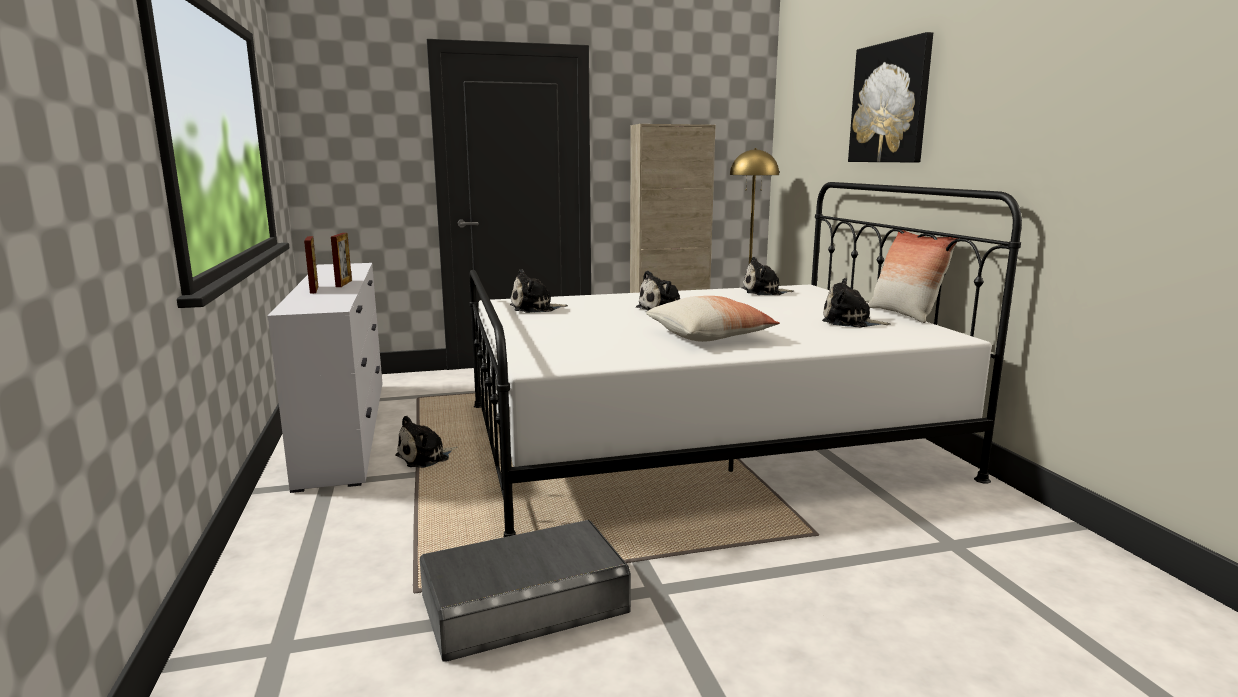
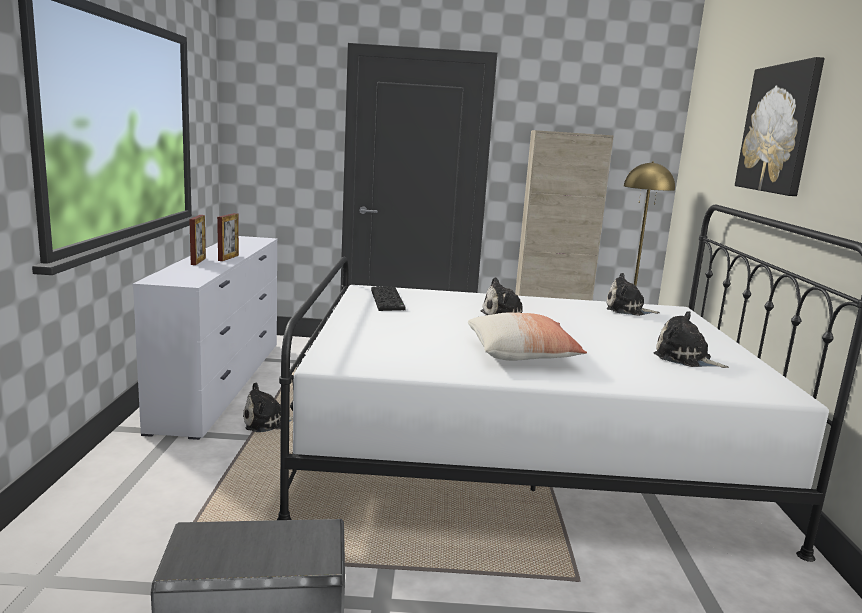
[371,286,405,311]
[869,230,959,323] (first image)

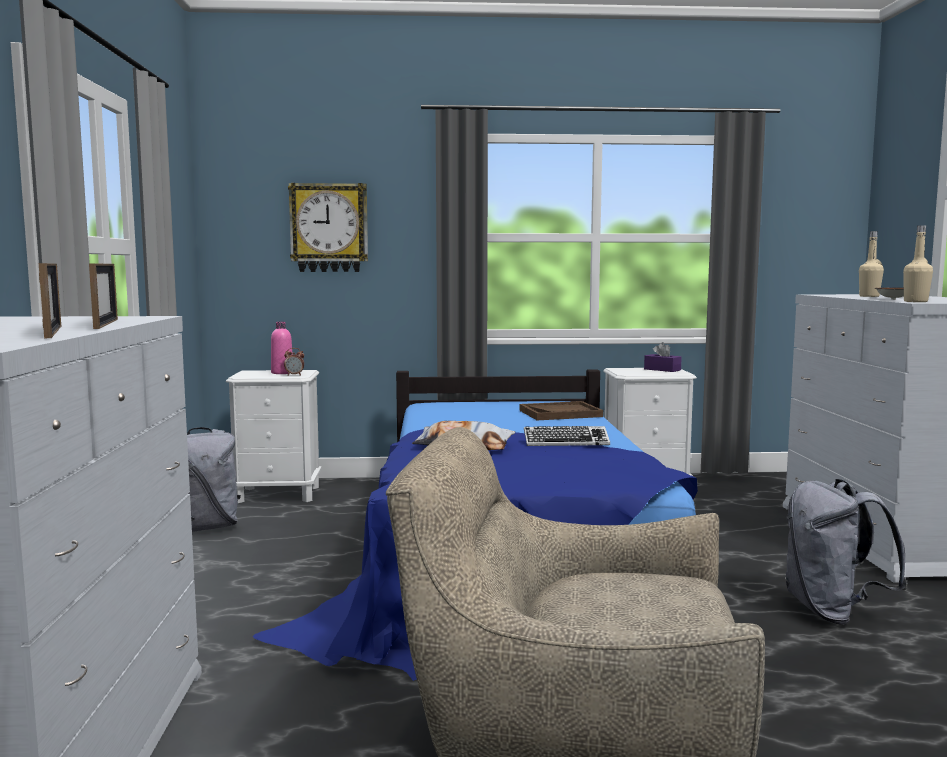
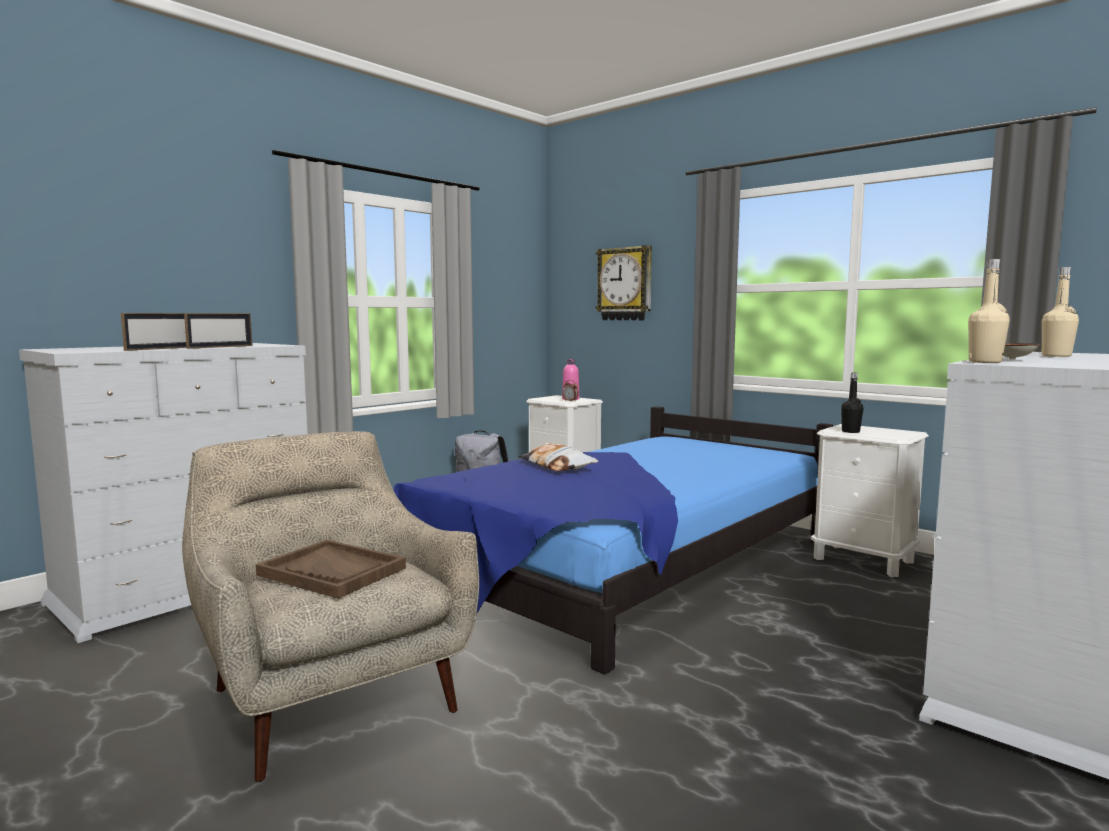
[256,540,406,599]
[524,426,610,446] (first image)
[644,342,682,372] (first image)
[785,479,908,625] (first image)
[841,373,863,433]

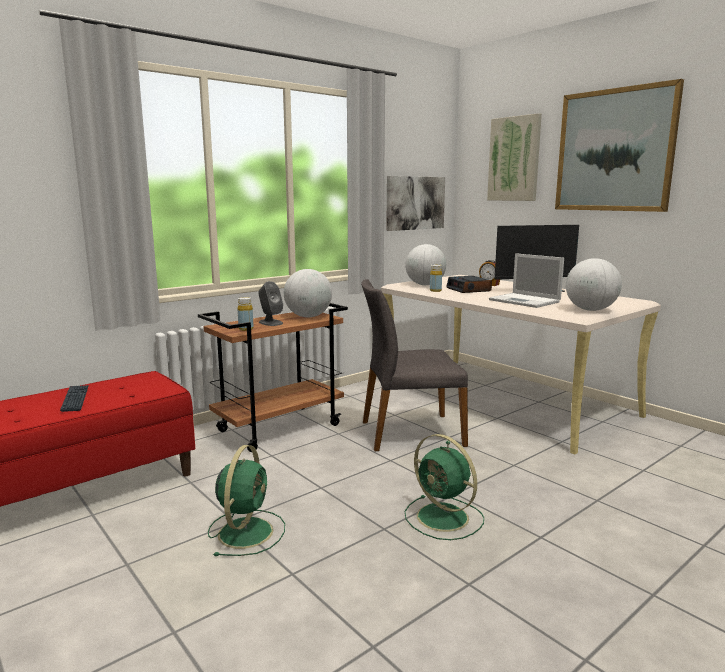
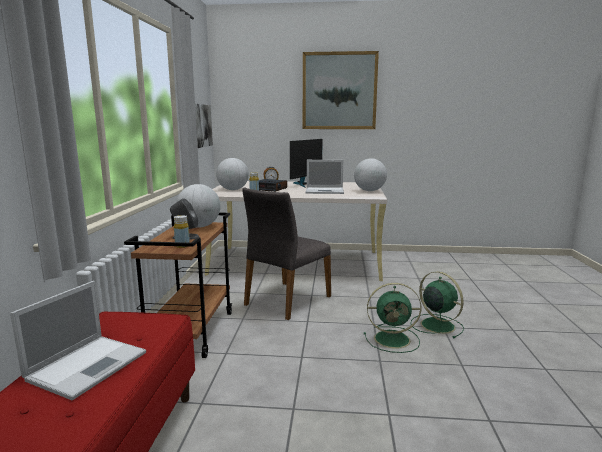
[10,281,146,400]
[410,271,464,339]
[487,113,542,201] (first image)

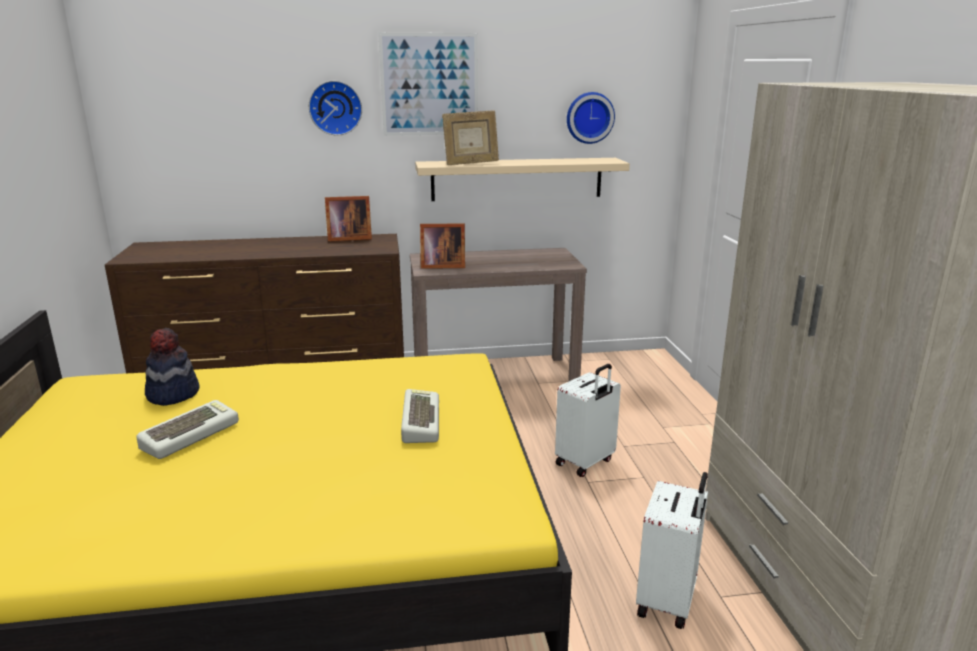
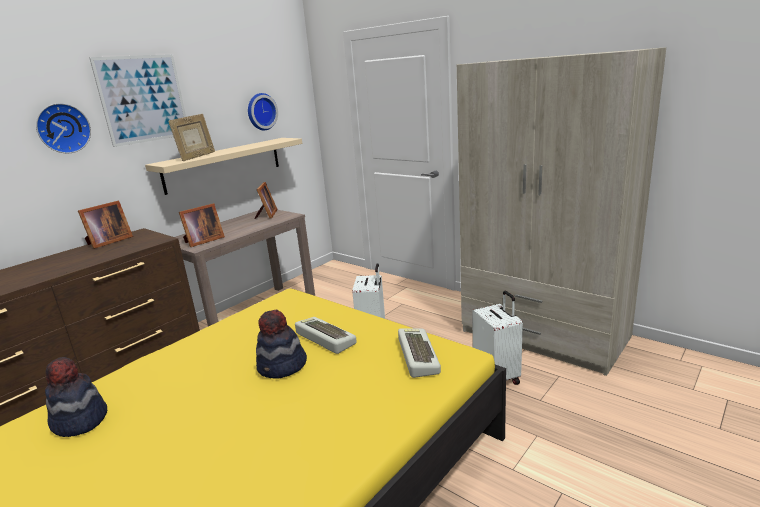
[398,328,441,378]
[255,182,278,219]
[256,309,307,379]

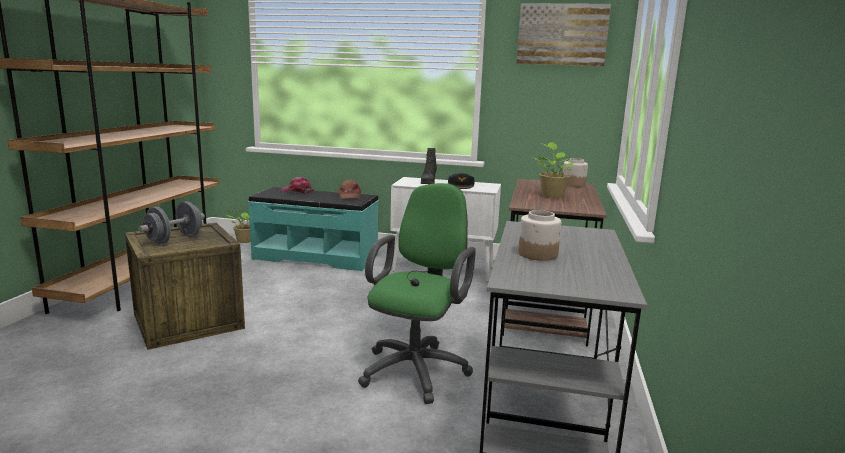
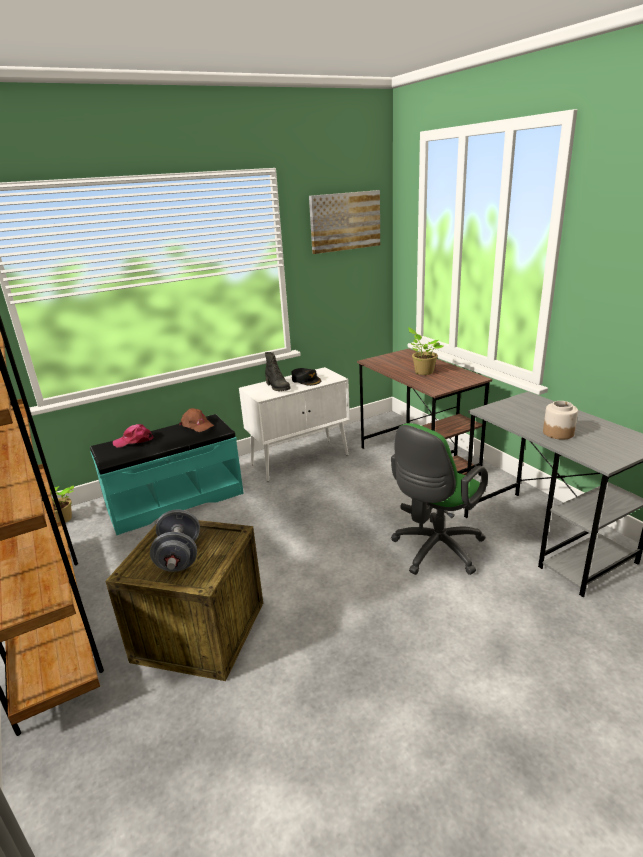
[391,423,488,575]
[563,158,588,187] (first image)

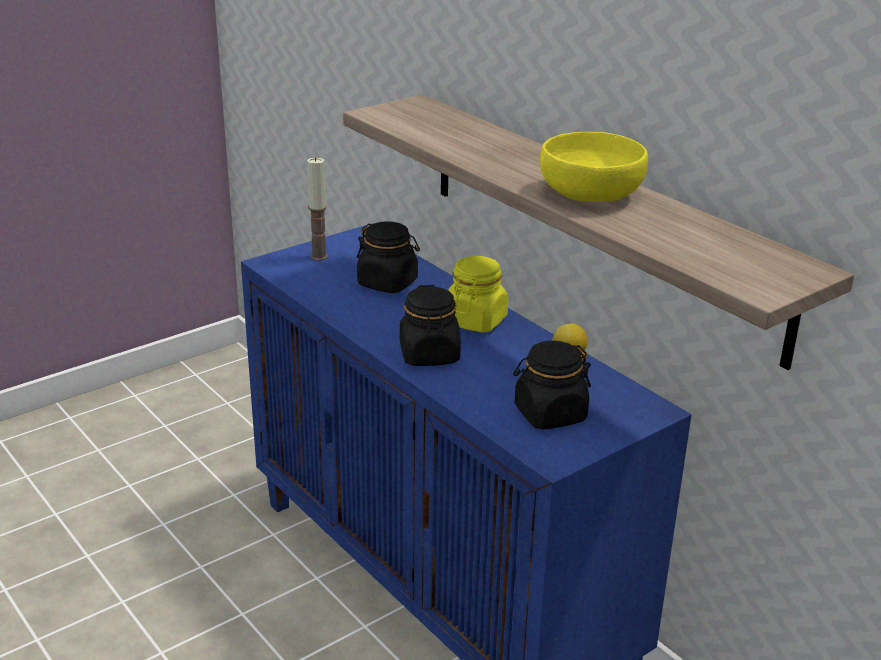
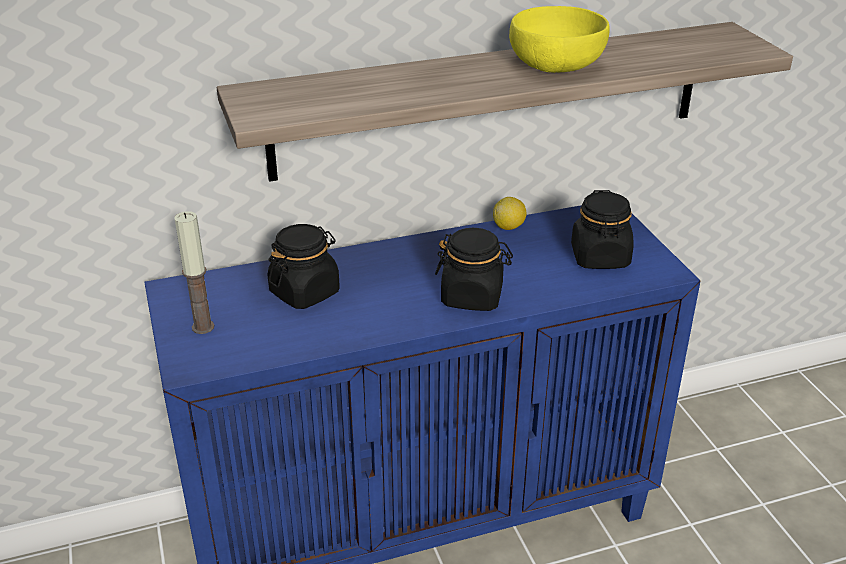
[448,256,508,333] (first image)

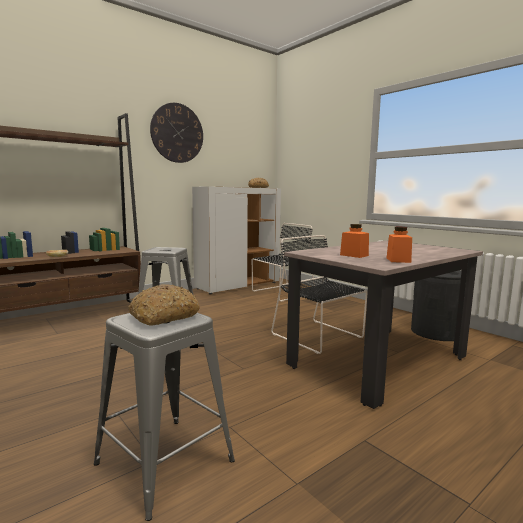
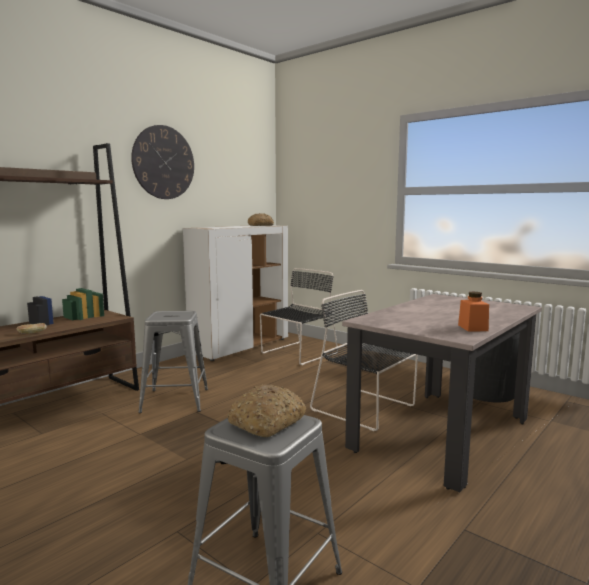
[340,224,369,258] (first image)

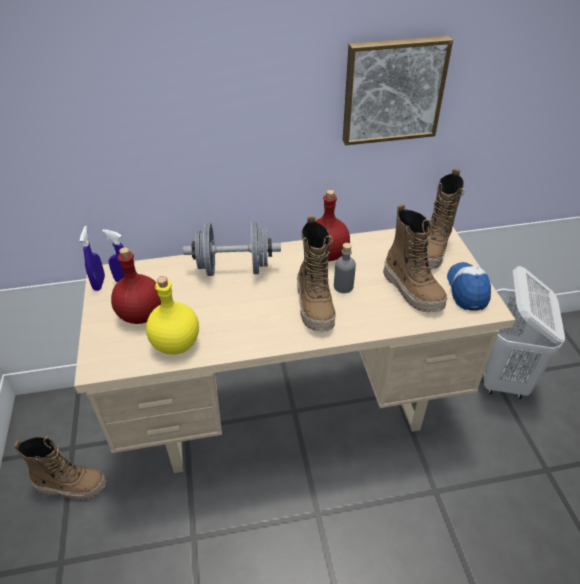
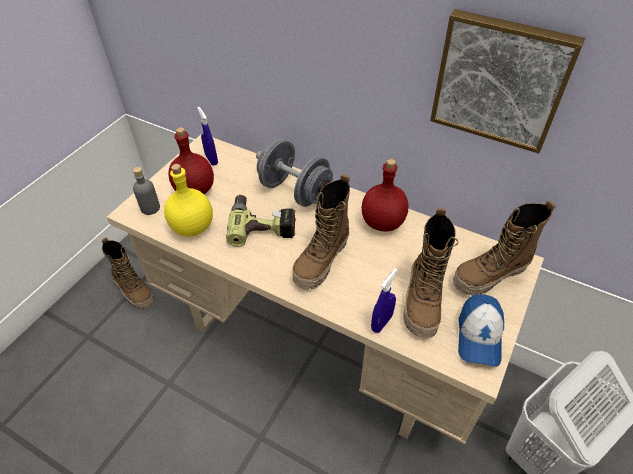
[371,268,398,333]
[133,167,160,215]
[458,294,504,367]
[226,195,296,247]

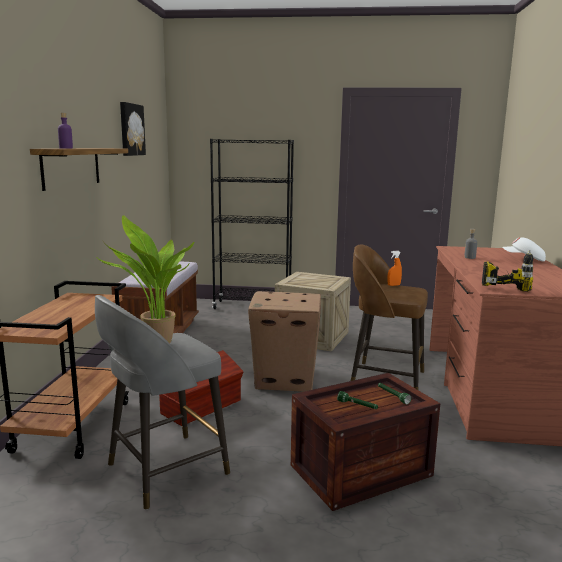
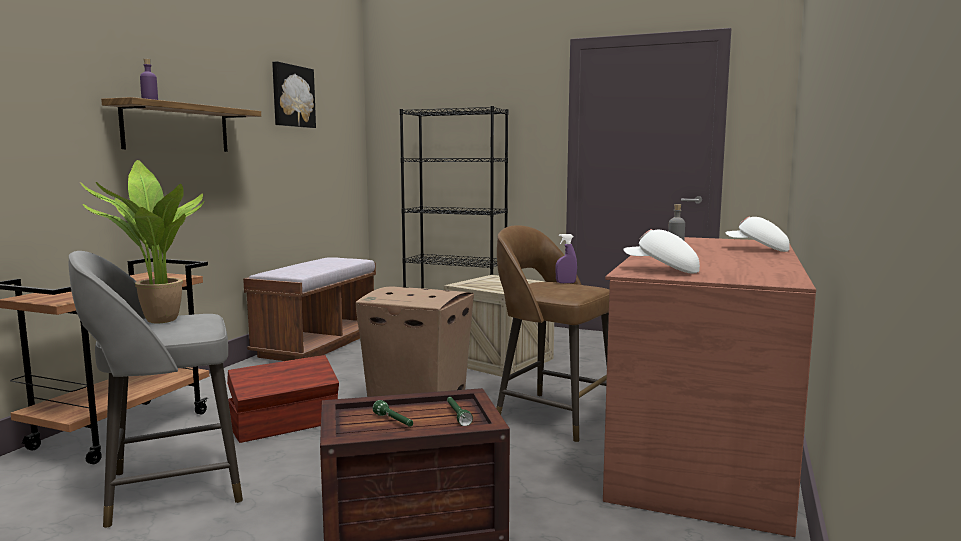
[555,234,577,283]
[623,229,700,273]

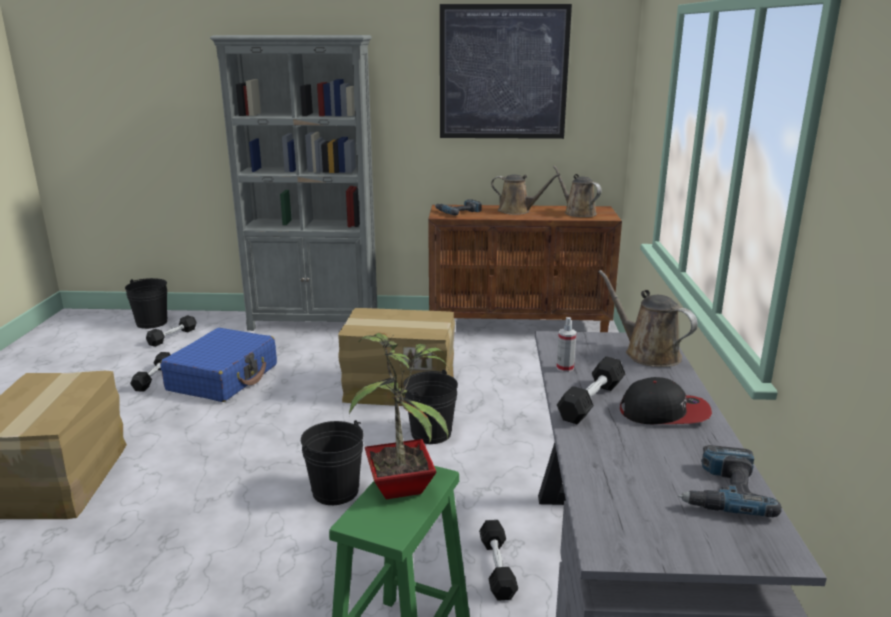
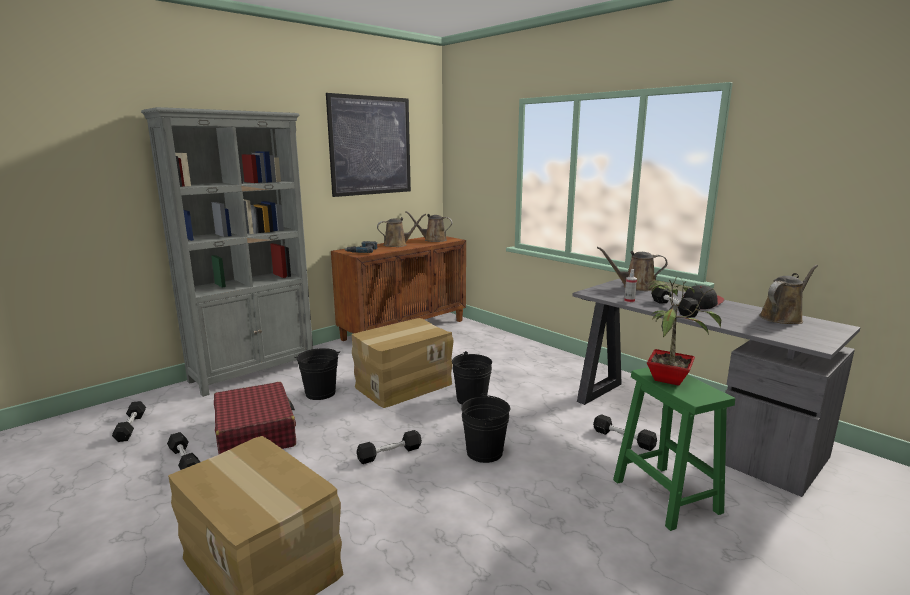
[294,348,340,400]
[214,382,296,454]
[759,265,818,324]
[357,430,422,464]

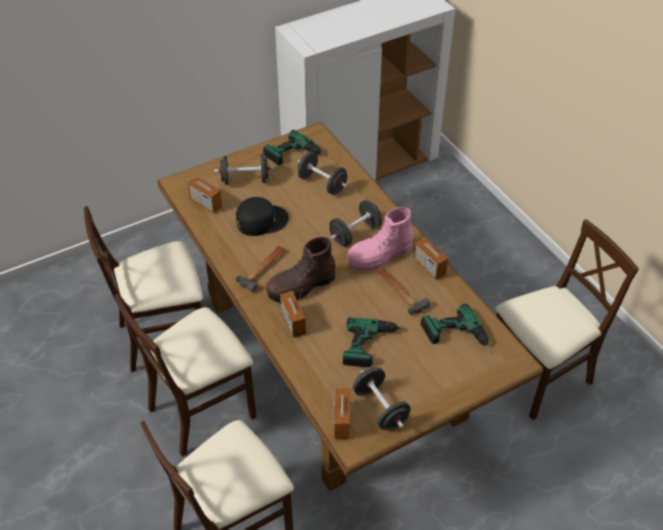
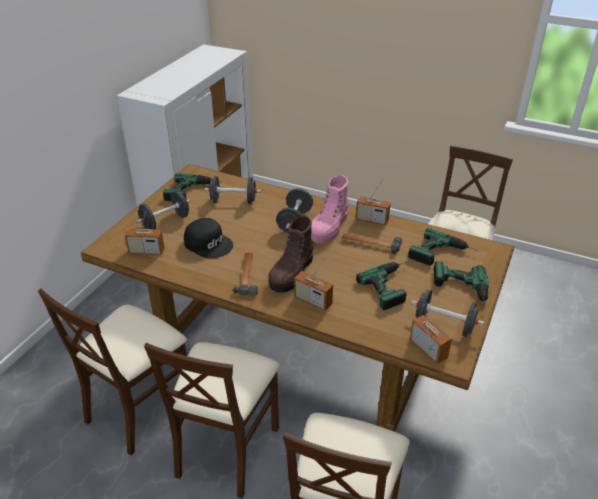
[184,218,233,258]
[433,261,489,309]

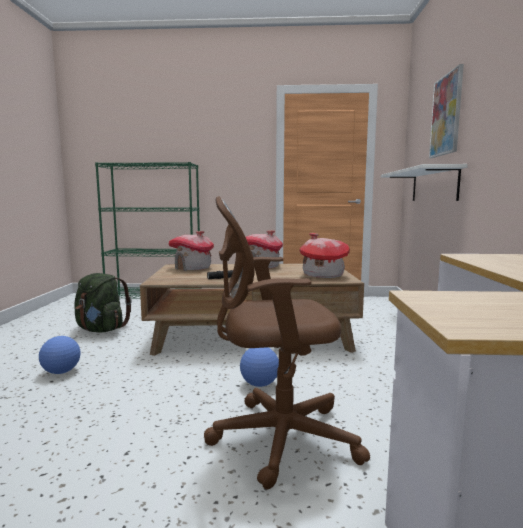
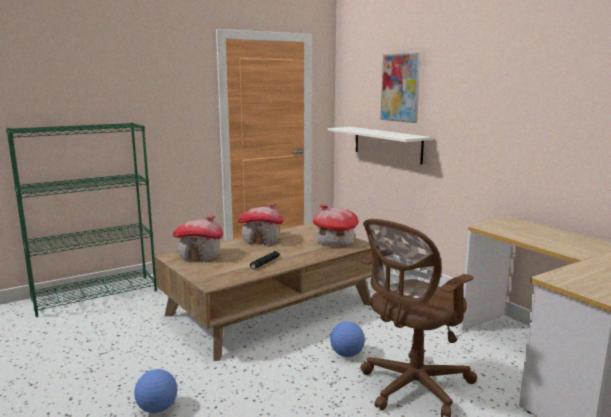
[74,273,132,333] (first image)

